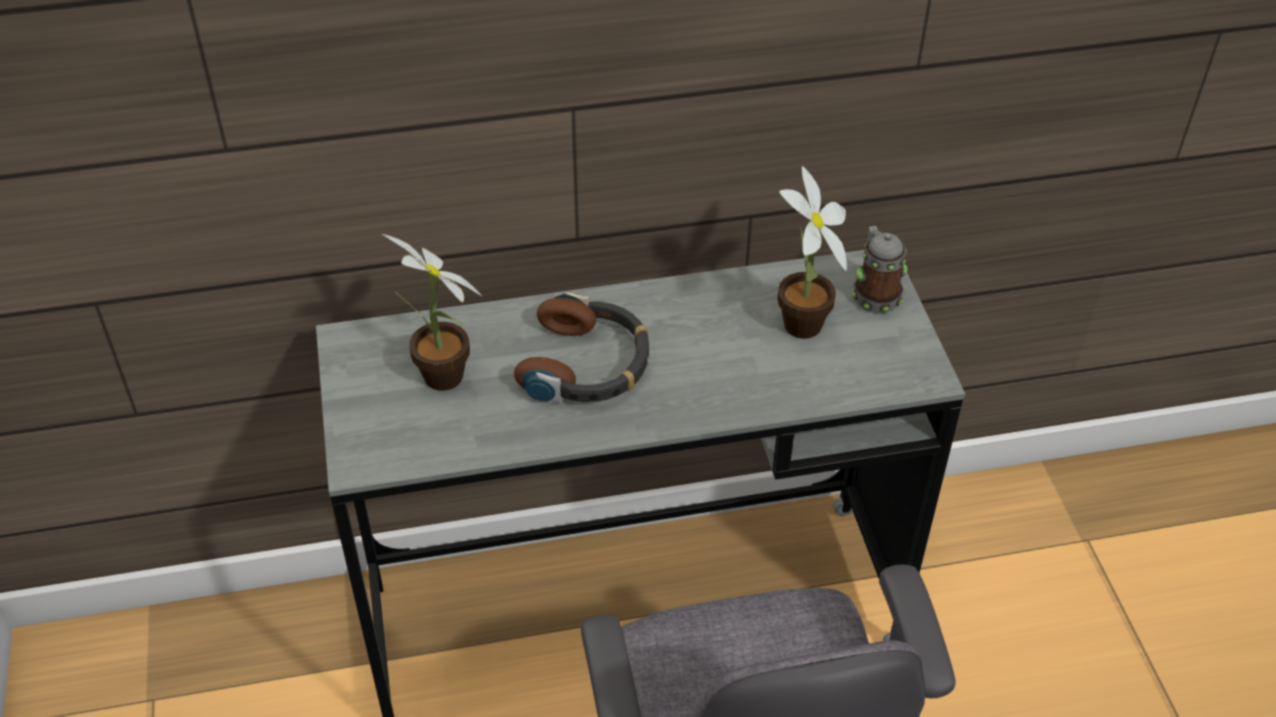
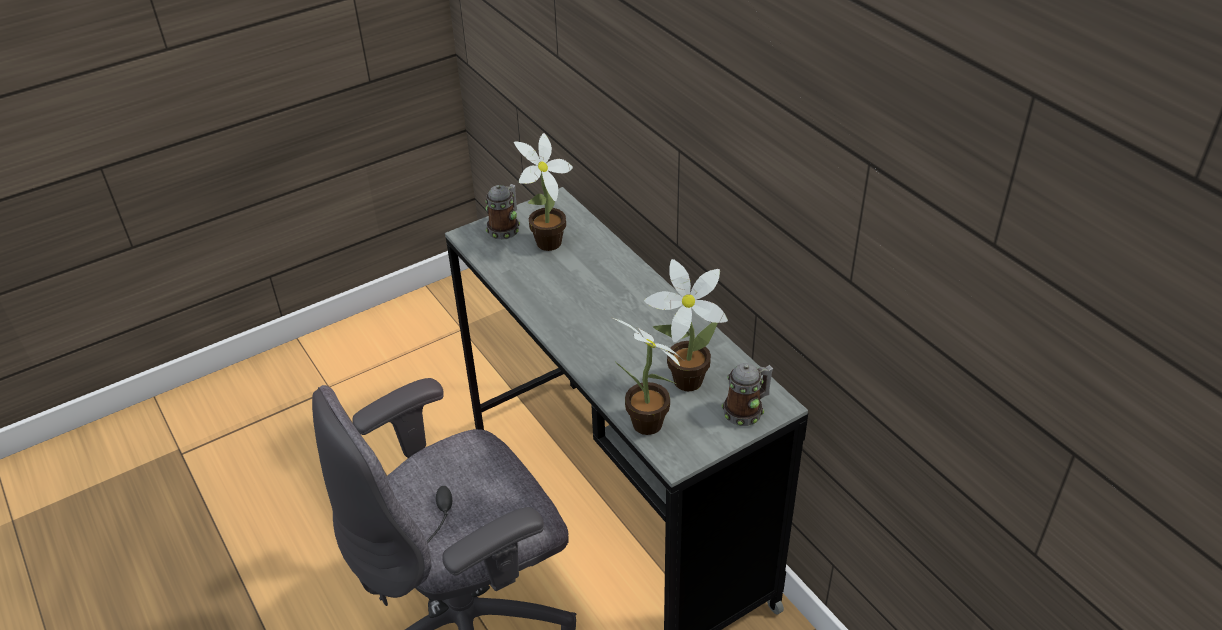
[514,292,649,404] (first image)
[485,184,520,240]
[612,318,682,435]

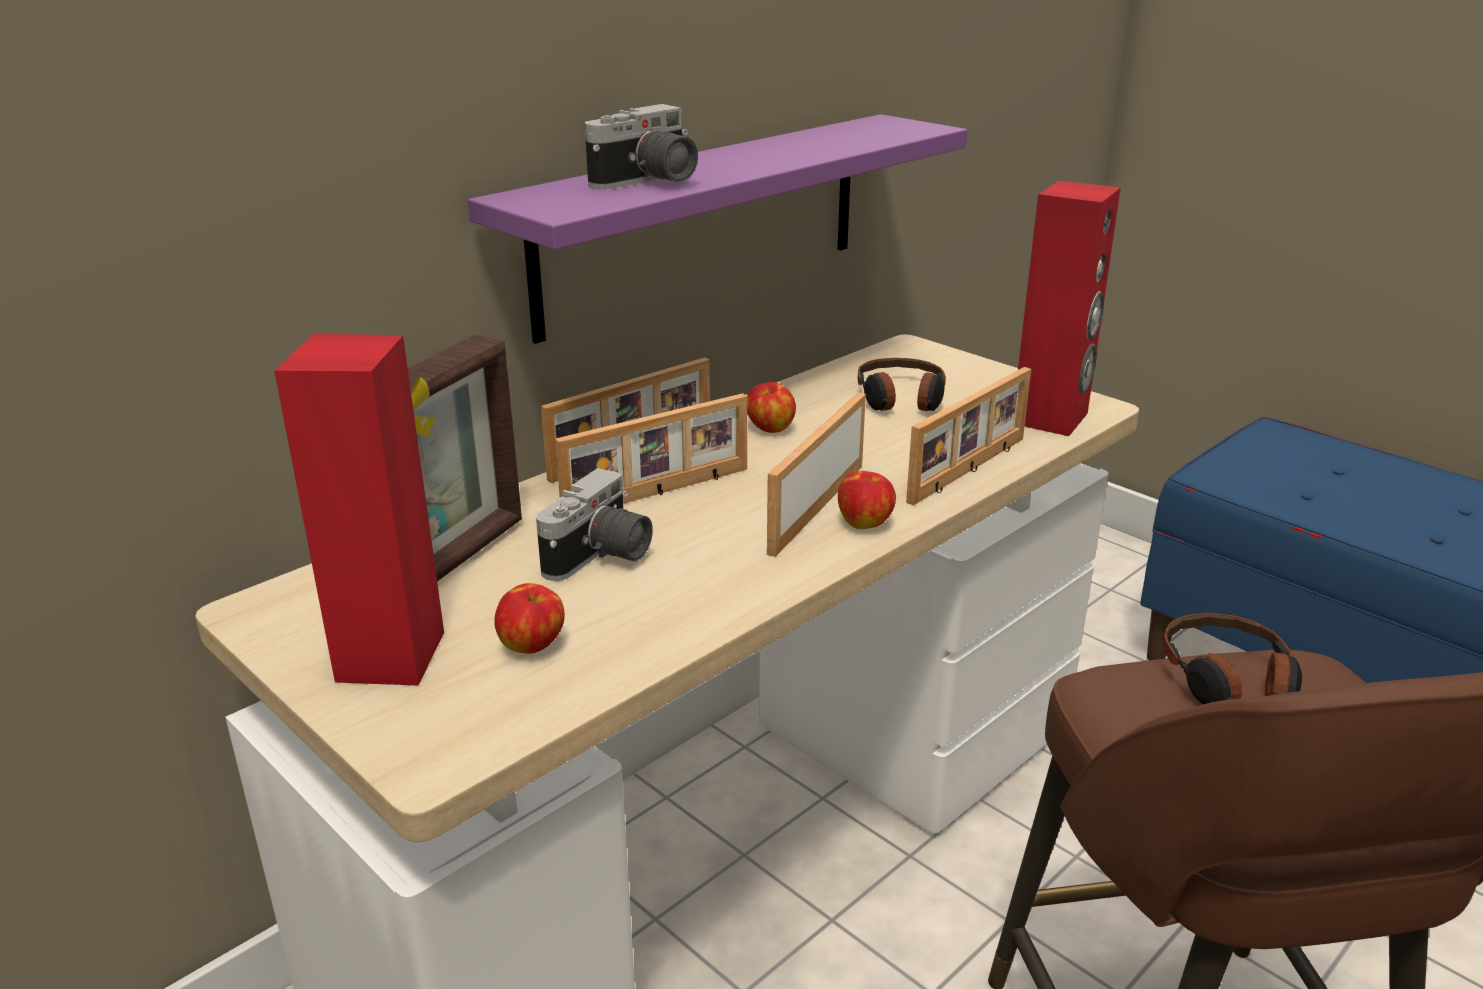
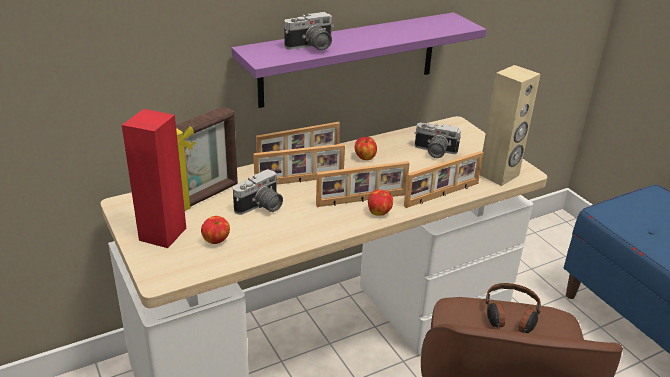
[316,161,409,207]
[414,122,461,158]
[480,65,540,186]

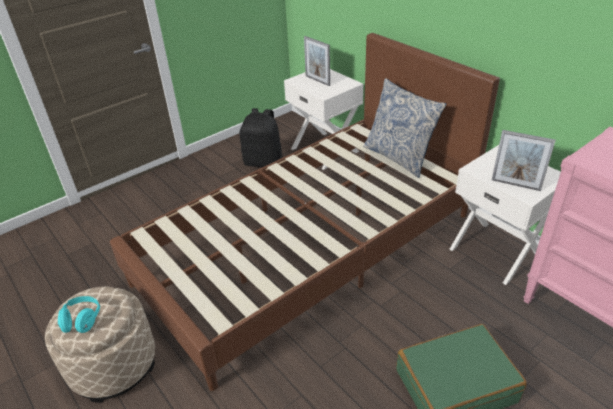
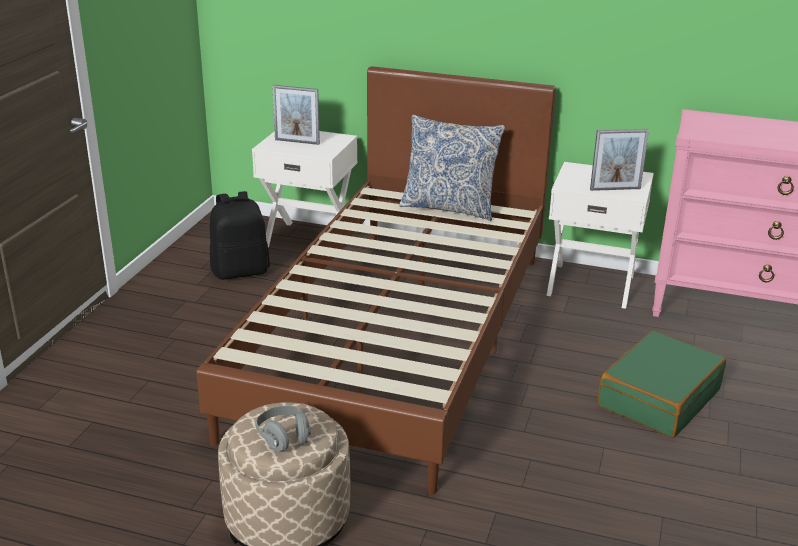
[256,406,311,452]

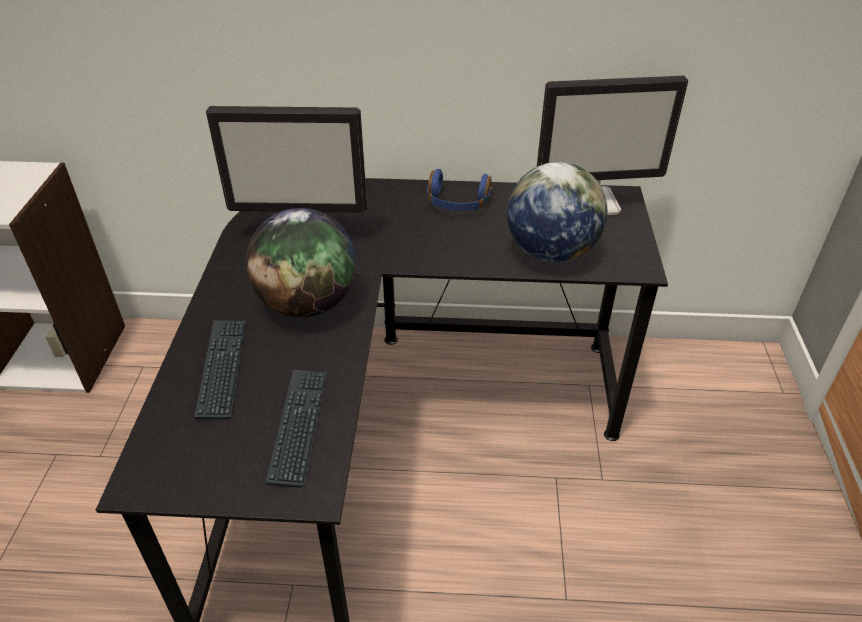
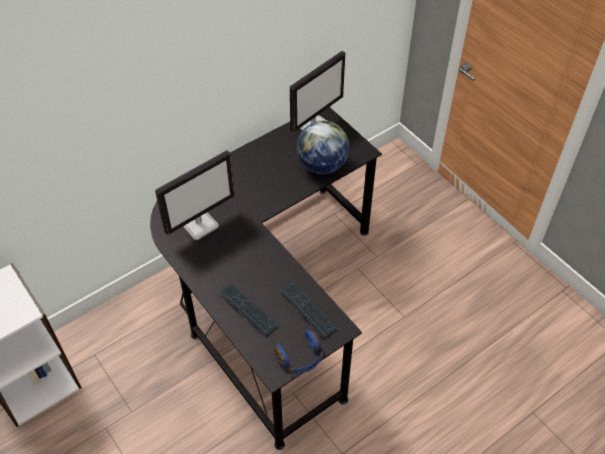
[246,208,357,317] (first image)
[274,330,323,375]

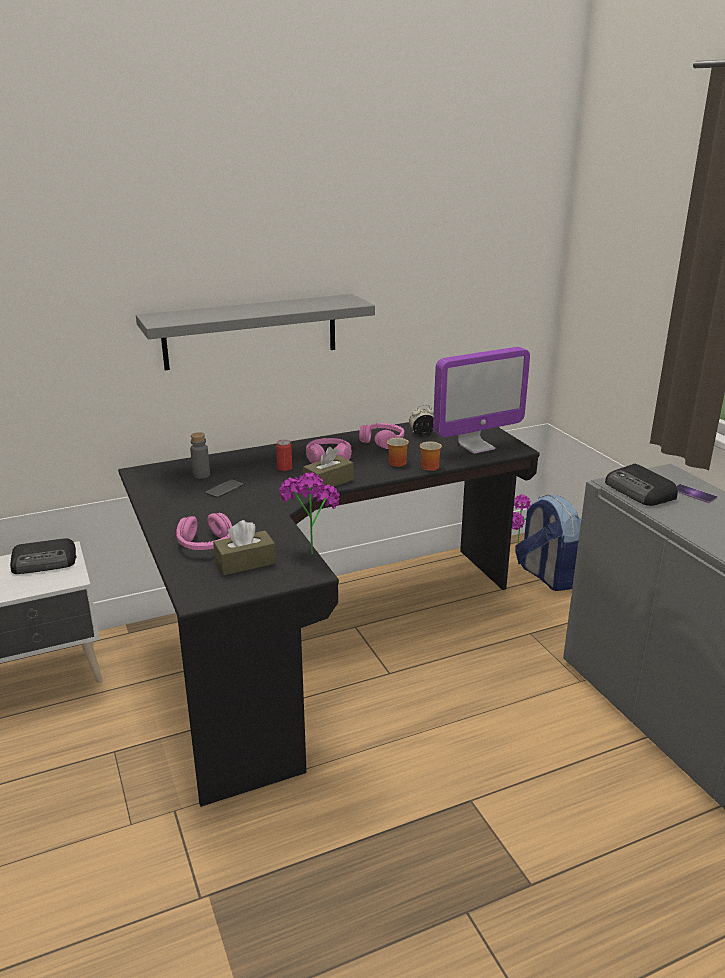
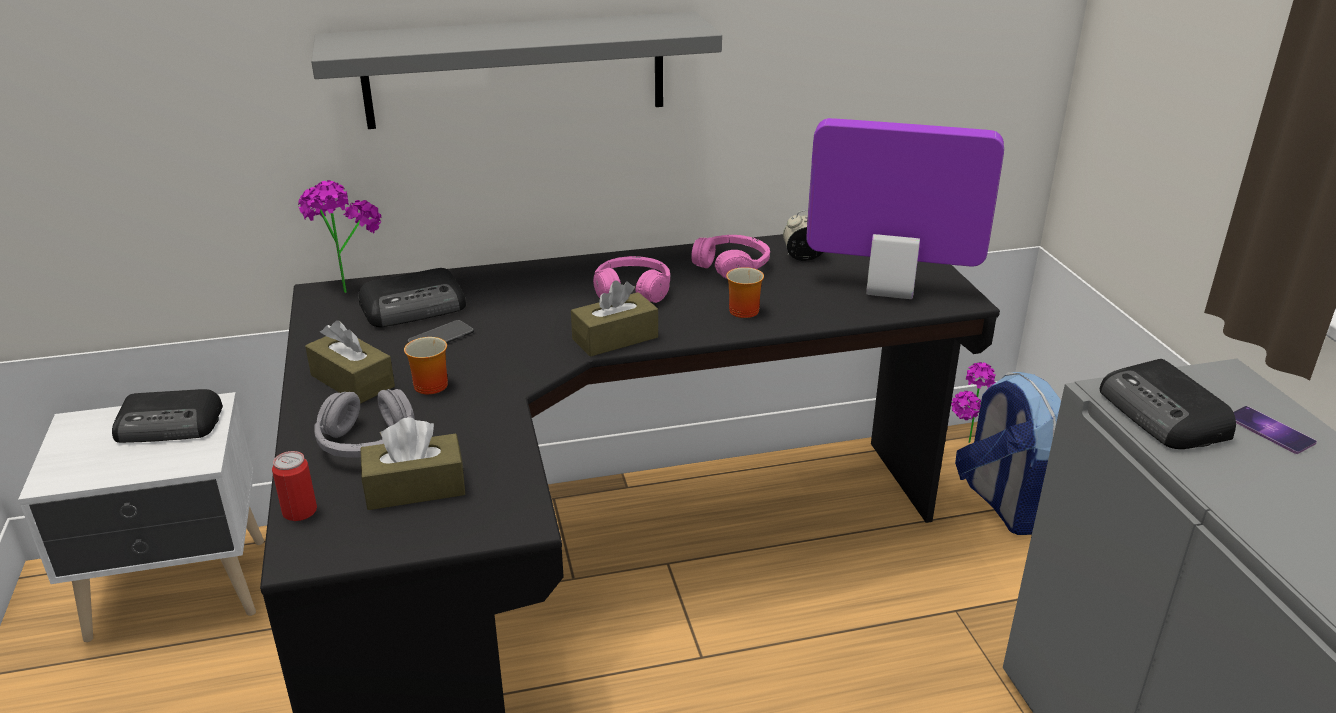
[314,389,415,458]
[358,268,466,327]
[272,451,317,521]
[298,180,381,293]
[404,337,448,394]
[806,118,1004,299]
[305,320,395,404]

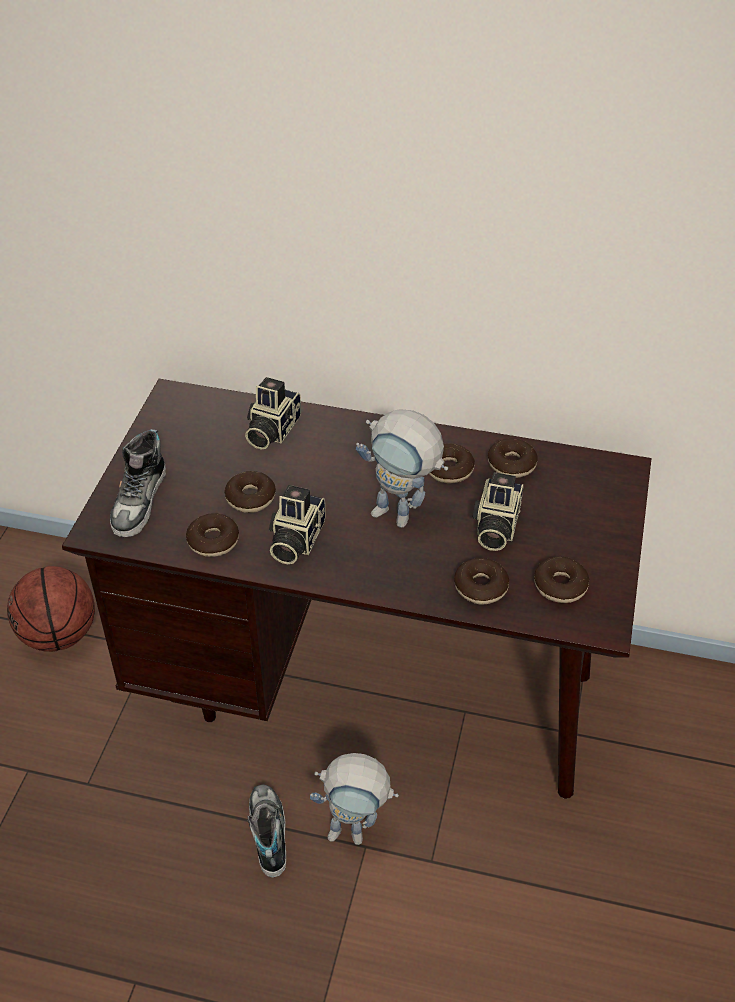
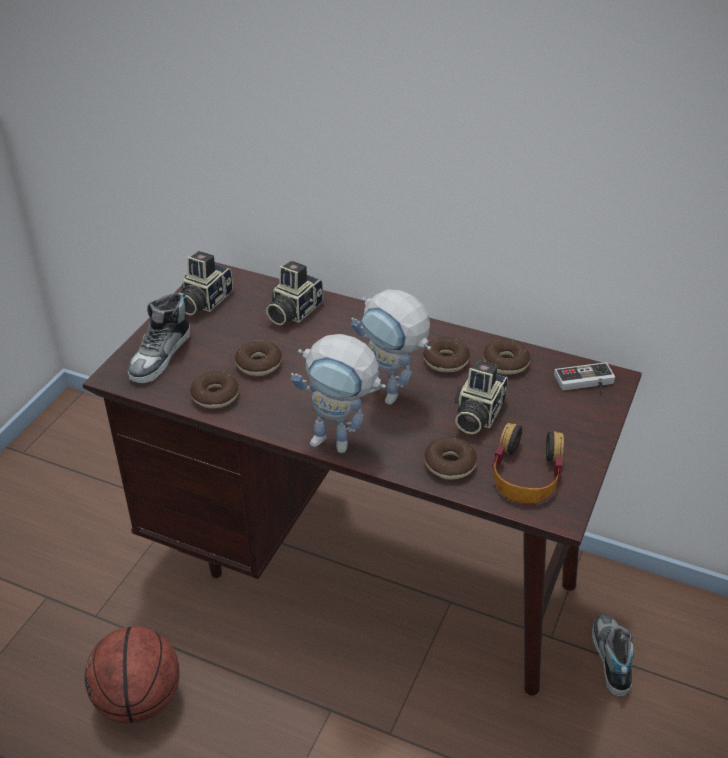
[84,626,180,724]
[592,614,634,696]
[181,251,233,315]
[291,334,386,453]
[492,423,564,504]
[554,362,615,391]

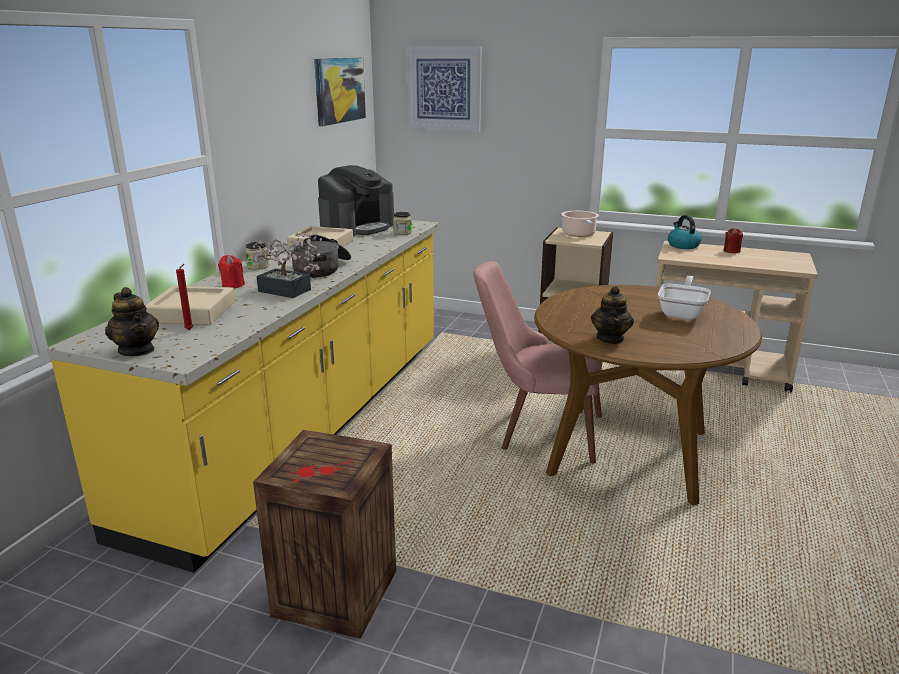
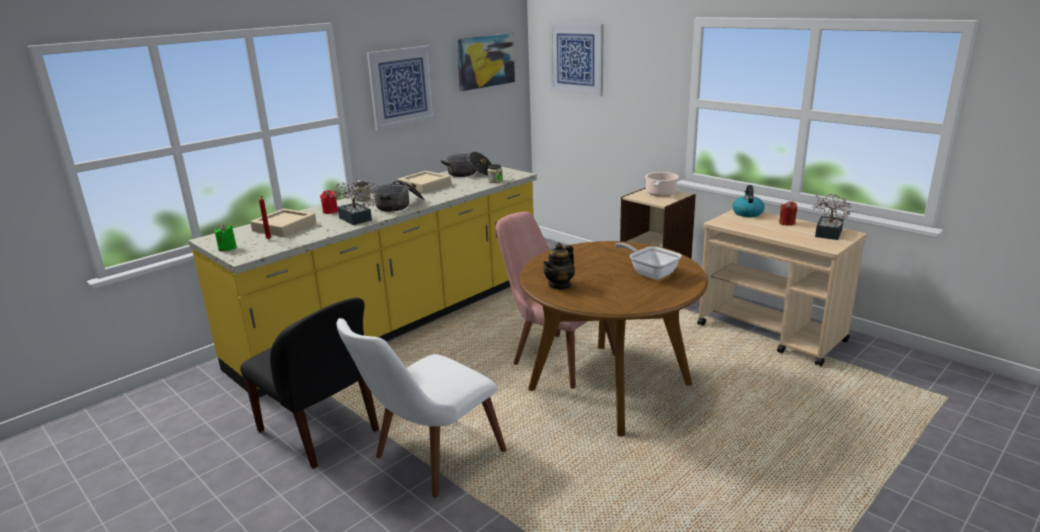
[214,224,237,251]
[240,298,379,469]
[441,152,492,177]
[615,243,682,280]
[337,318,507,498]
[367,46,436,130]
[812,194,854,240]

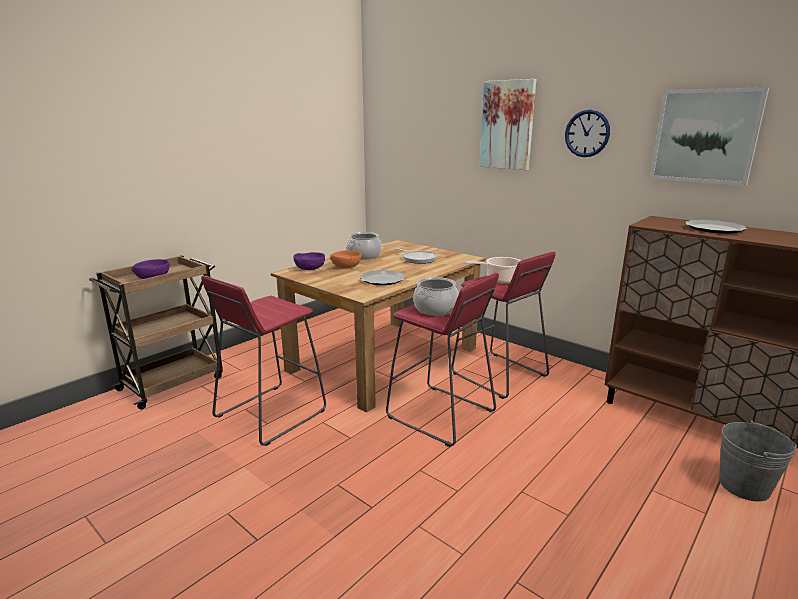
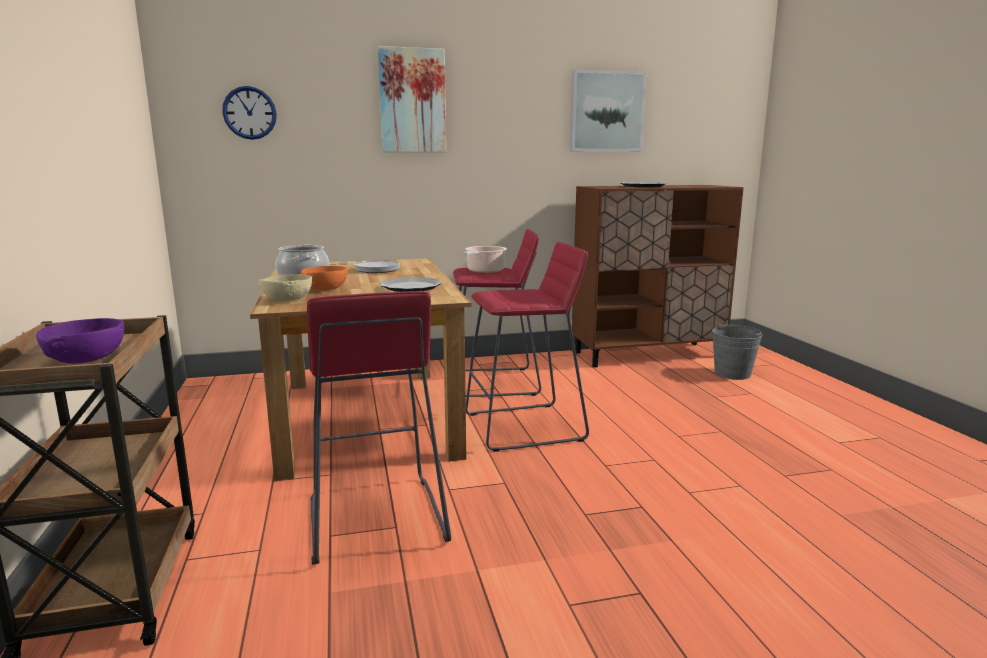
[258,274,312,301]
[413,277,459,316] (first image)
[222,86,277,140]

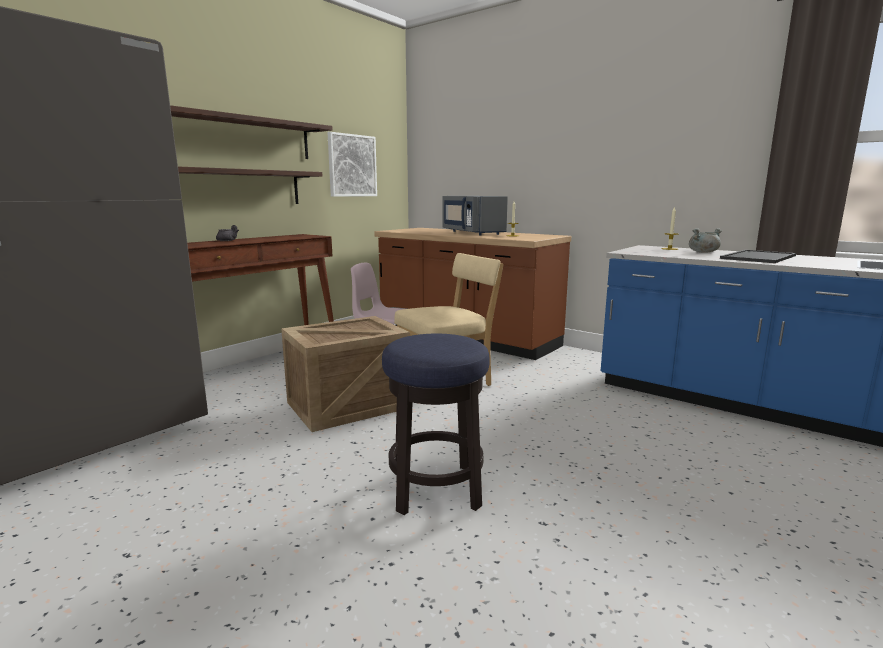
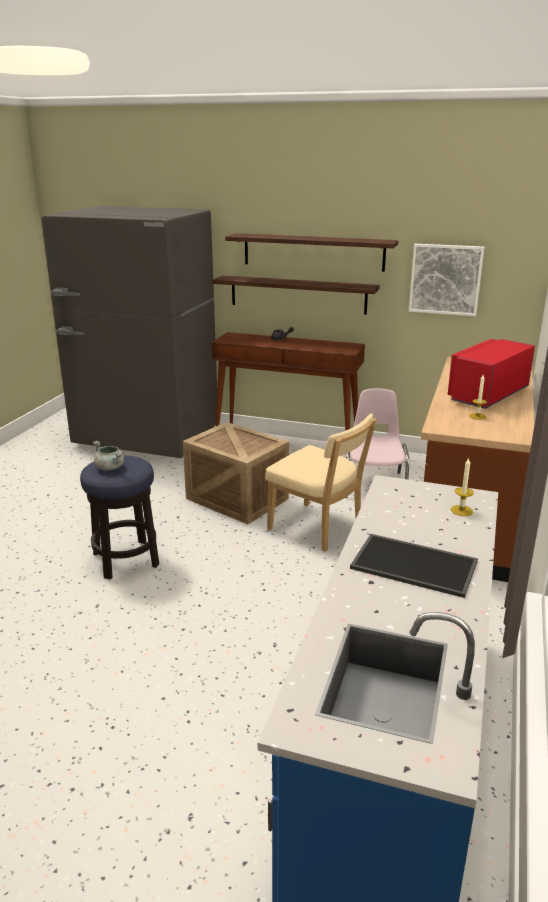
[448,339,535,409]
[93,441,124,470]

